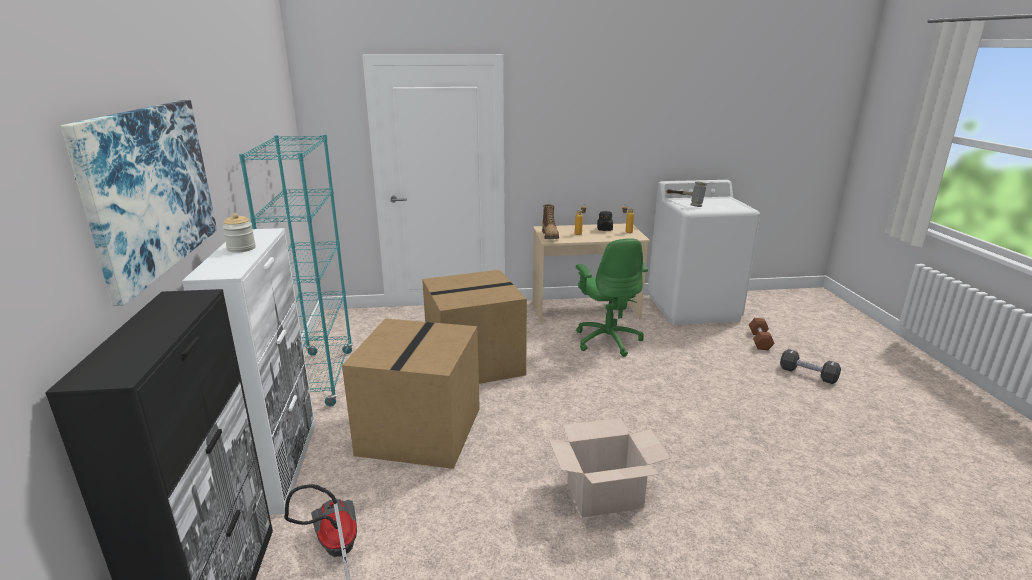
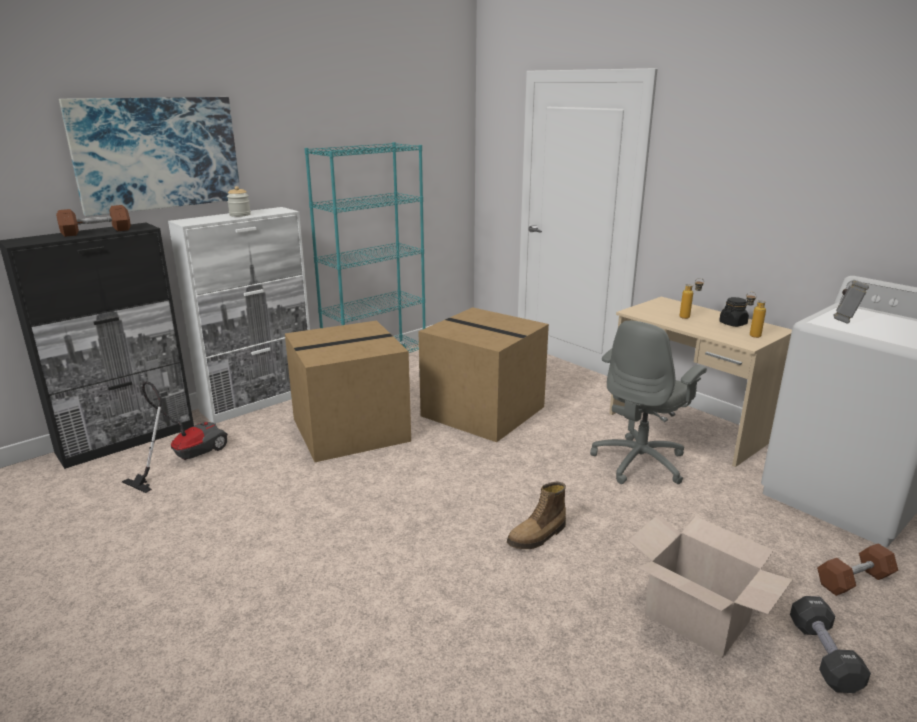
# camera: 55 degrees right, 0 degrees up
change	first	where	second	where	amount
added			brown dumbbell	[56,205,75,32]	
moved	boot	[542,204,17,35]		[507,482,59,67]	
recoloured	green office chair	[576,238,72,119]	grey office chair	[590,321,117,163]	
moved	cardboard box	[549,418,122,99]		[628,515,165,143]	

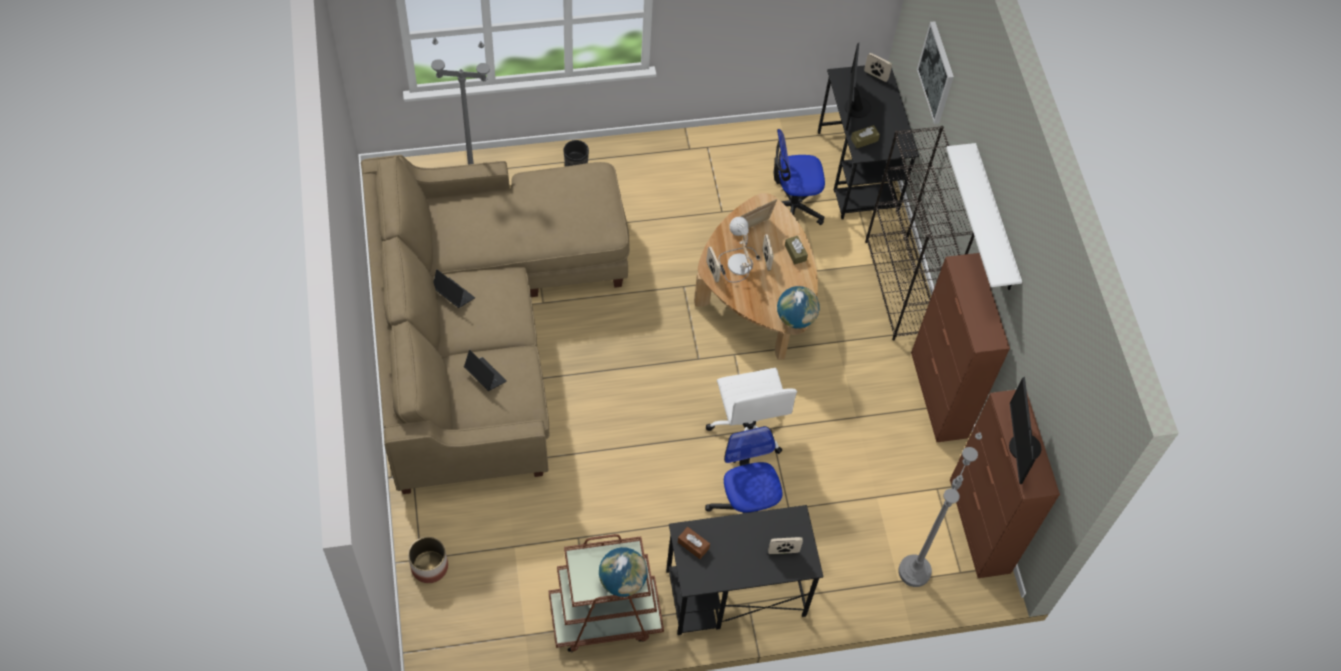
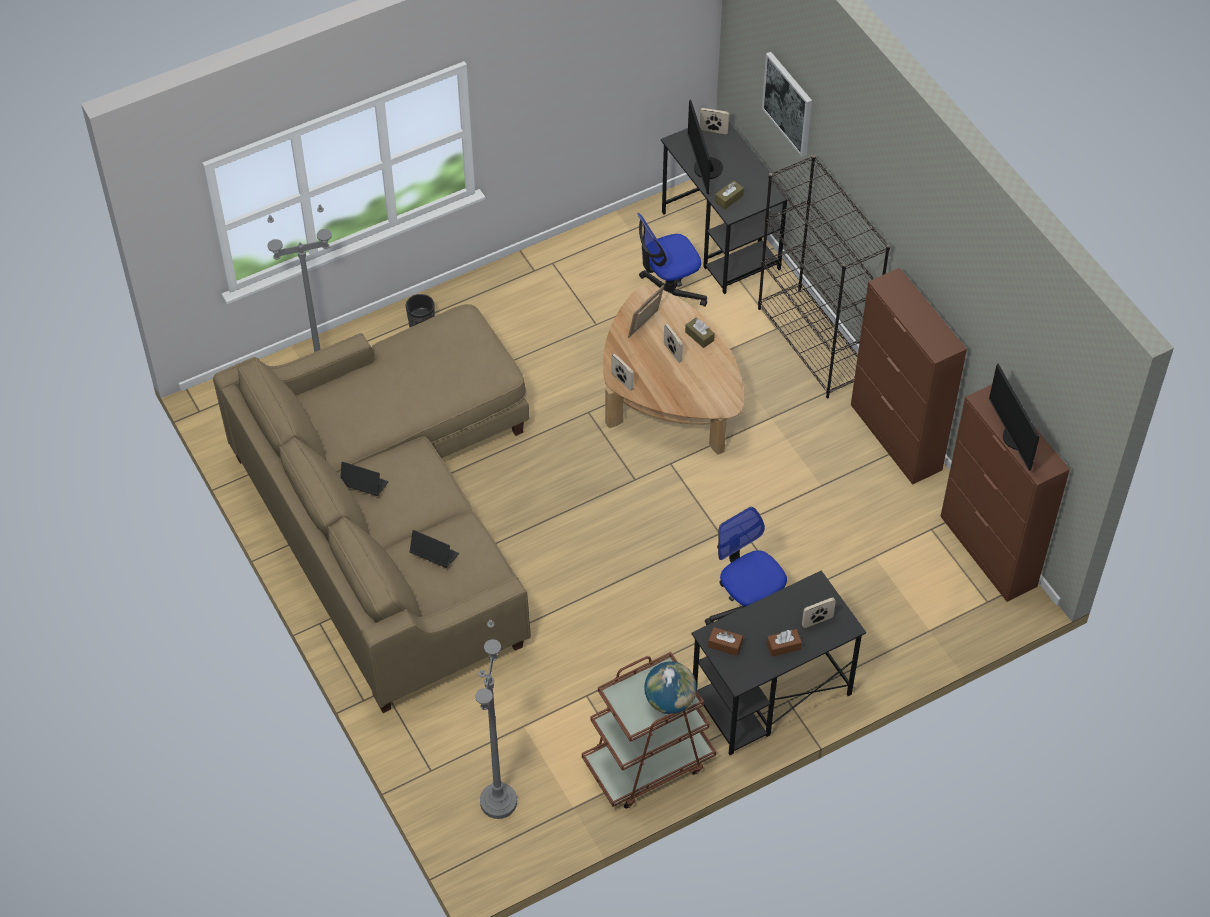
# camera: 15 degrees left, 5 degrees down
change	first	where	second	where	amount
moved	grey floor lamp	[898,432,84,155]		[475,620,42,199]	
added			brown tissue box	[766,629,36,28]	
removed	planter	[408,537,40,46]			
removed	white office chair	[706,368,91,95]			
removed	table lamp	[718,217,42,66]			
removed	globe	[777,286,43,43]			
removed	white shelf	[946,143,76,147]			

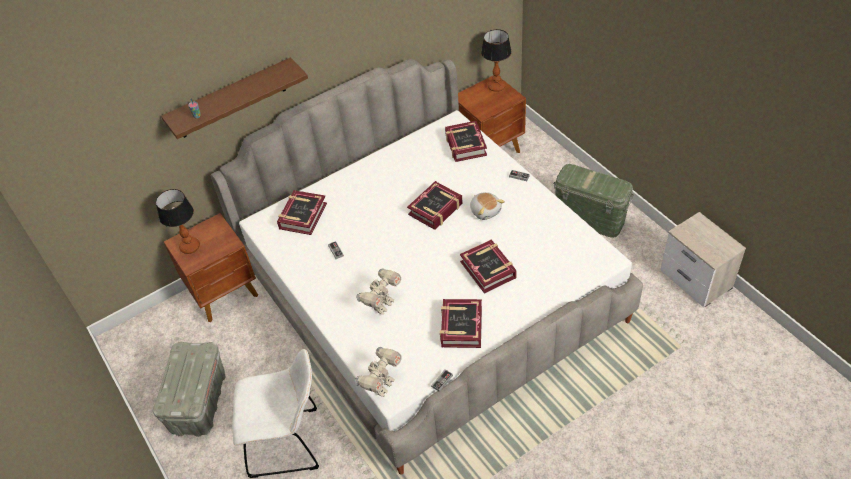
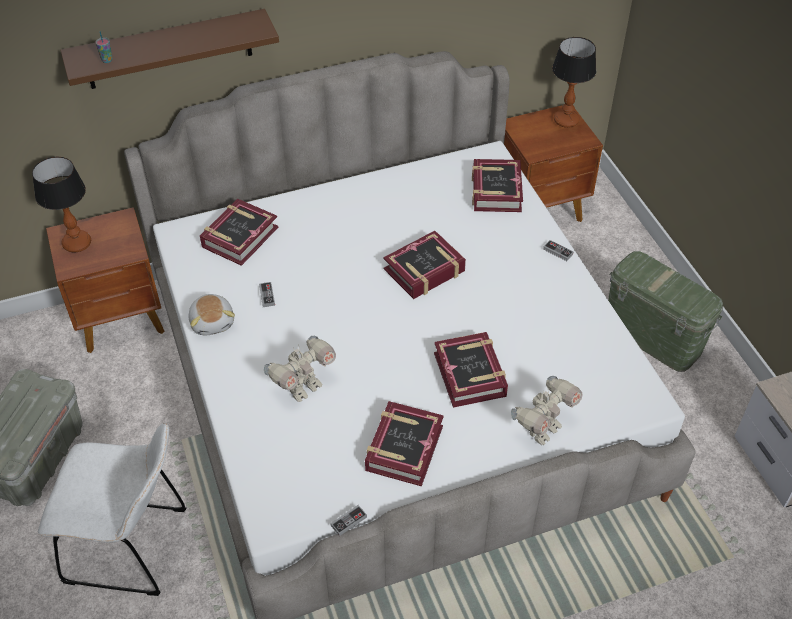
# camera: 10 degrees right, 0 degrees up
change	first	where	second	where	amount
moved	plush toy	[470,192,35,28]		[189,294,46,41]	
moved	toy robot	[354,347,48,50]		[511,376,72,69]	

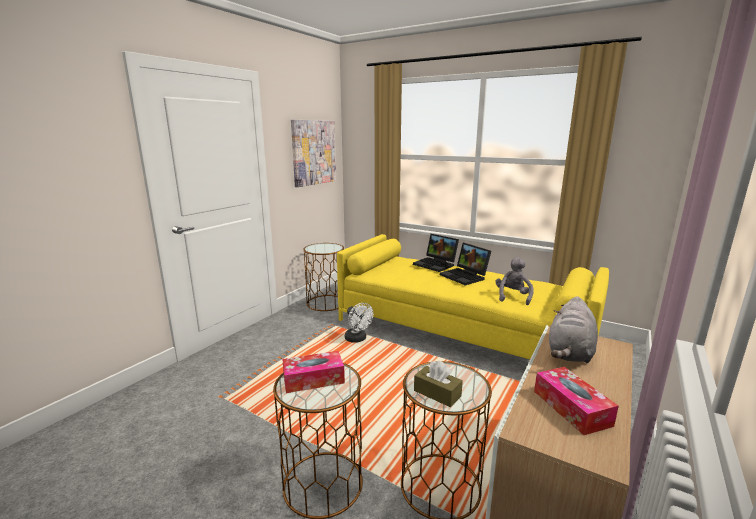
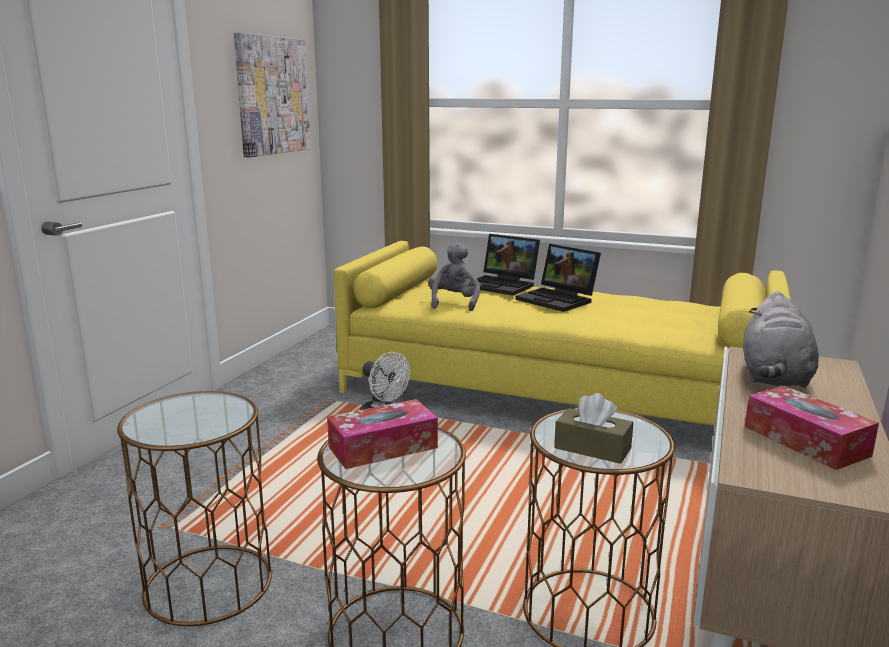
# camera: 10 degrees left, 0 degrees up
change	first	where	second	where	amount
moved	brown side table	[303,243,41,68]		[117,391,155,235]	
moved	grey plush toy	[496,257,38,48]		[428,242,52,69]	

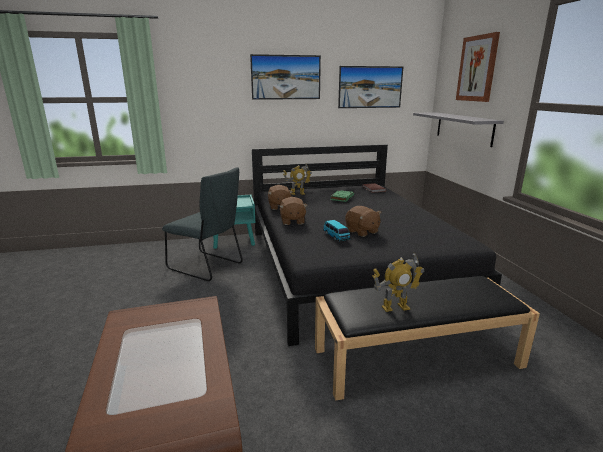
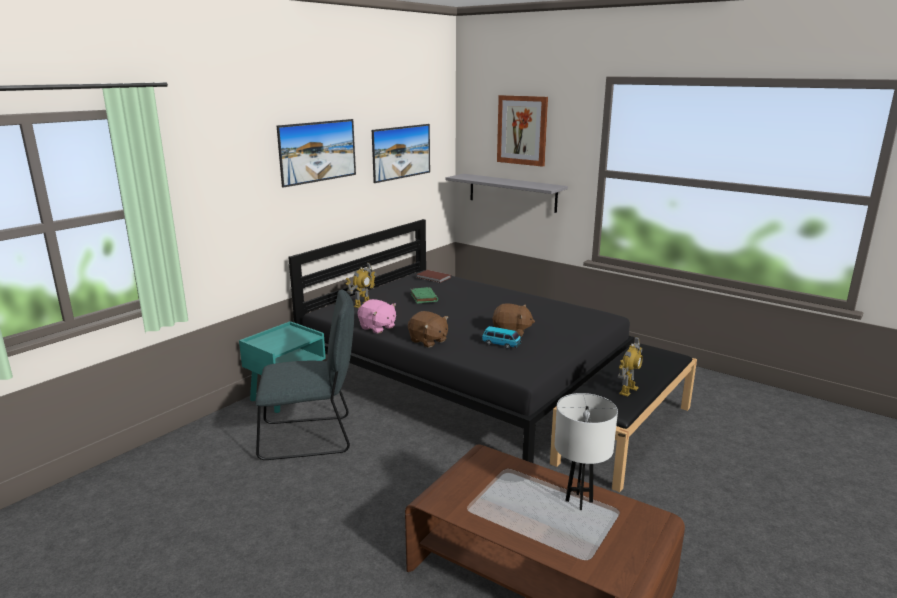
# camera: 40 degrees left, 0 degrees up
change	first	where	second	where	amount
recoloured	brown plush toy	[268,185,25,25]	pink plush toy	[358,299,38,35]	
added			white table lamp	[555,393,63,117]	

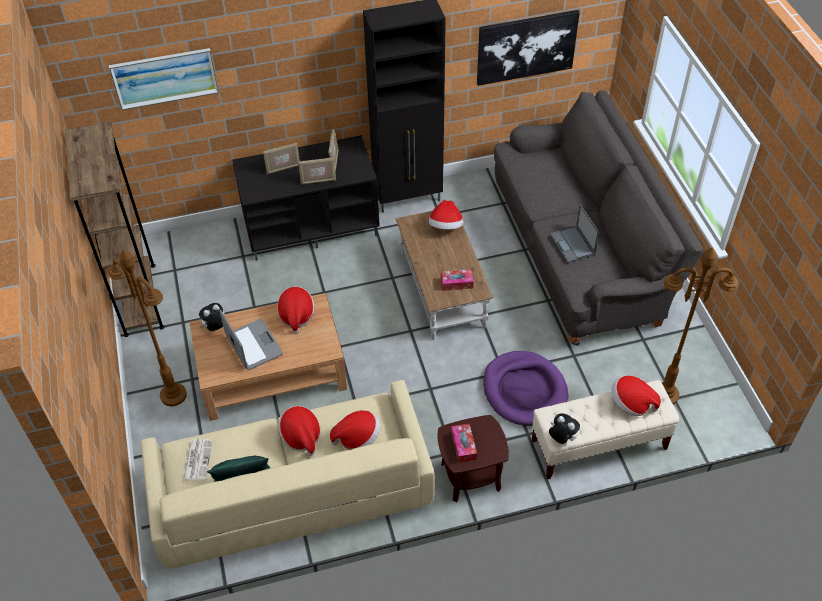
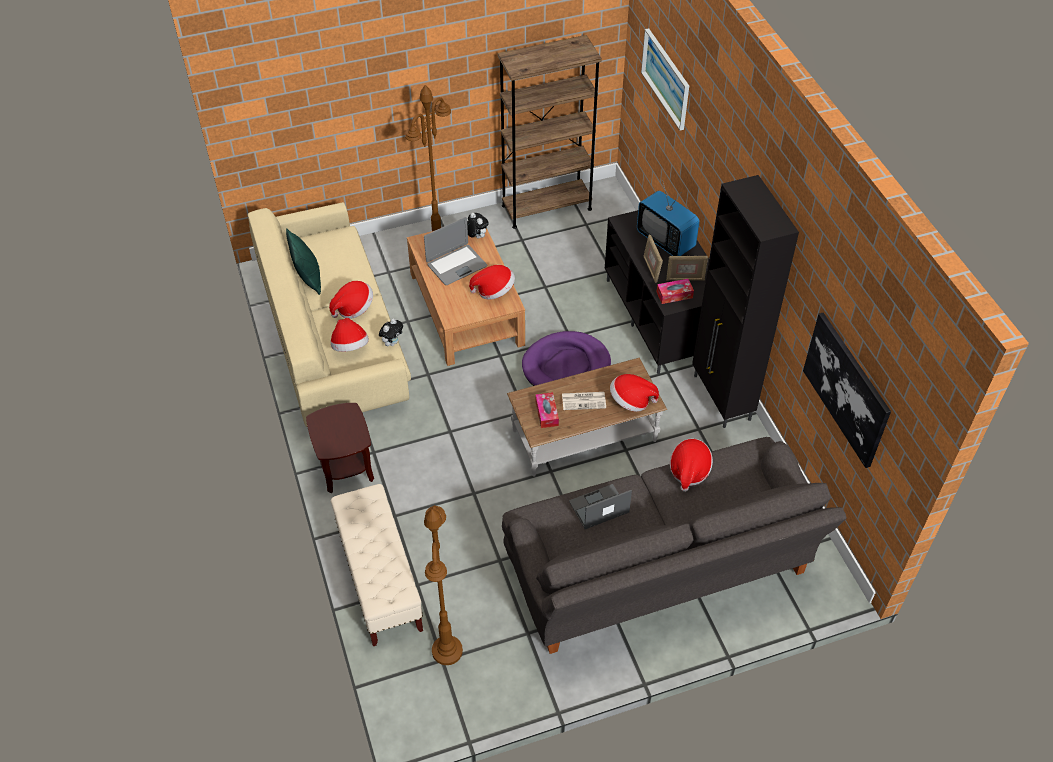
# camera: 85 degrees right, 0 degrees up
change	first	where	second	where	amount
moved	plush toy	[549,413,31,31]		[379,318,24,28]	
moved	purple dog bed	[483,351,85,75]		[522,331,89,55]	
moved	newspaper	[183,439,30,41]		[562,392,44,18]	
replaced	picture frame	[263,143,37,32]	television	[637,182,63,74]	
moved	tissue box	[451,423,26,40]		[657,279,37,25]	
moved	hat	[611,376,50,40]		[670,438,43,54]	

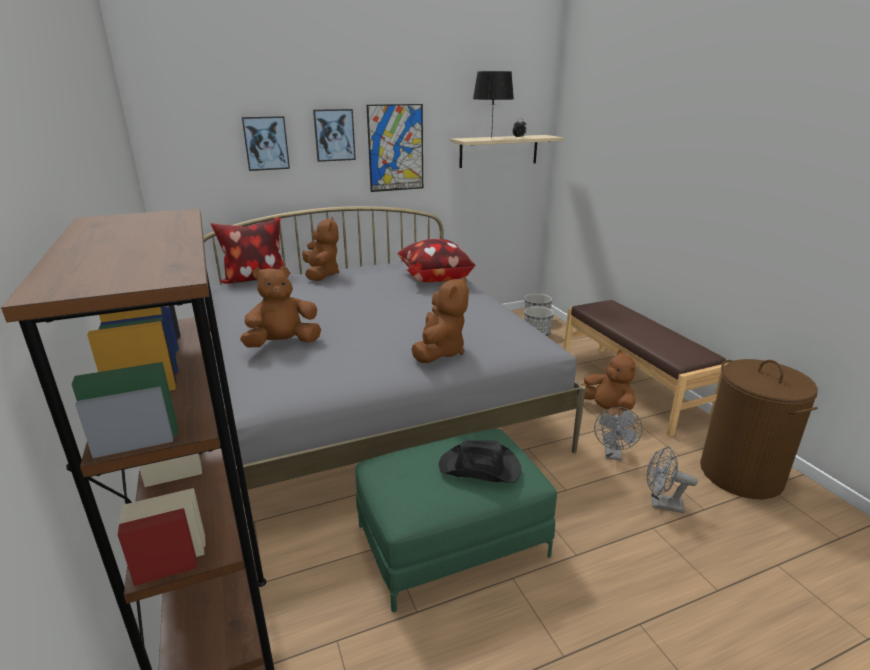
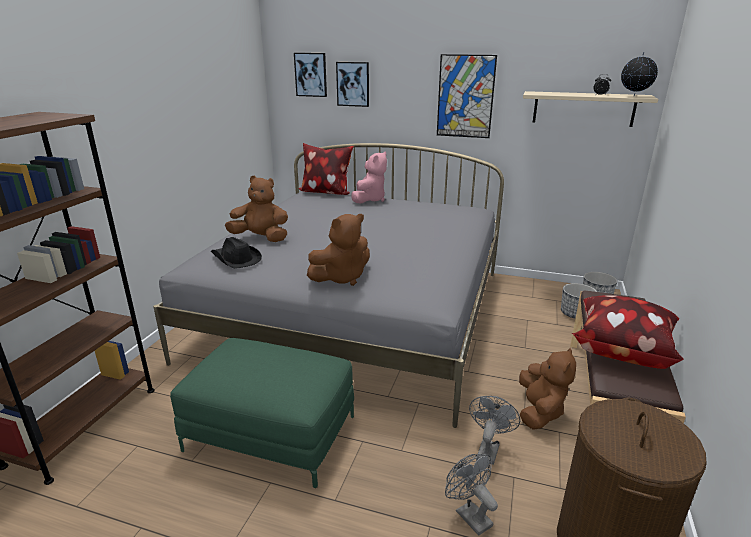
# camera: 40 degrees right, 0 degrees up
change	first	where	second	where	amount
moved	black hat	[439,440,82,43]		[211,237,51,32]	
moved	picture	[313,109,43,53]		[294,53,33,44]	
recoloured	brown plush toy	[302,217,37,64]	pink plush toy	[351,151,36,53]	
turned	grey fan	[594,407,49,53]		[469,396,51,69]	150 degrees clockwise
moved	pillow	[398,239,78,43]		[572,295,112,74]	
added			globe	[621,52,37,44]	
removed	black table lamp	[473,71,41,68]			

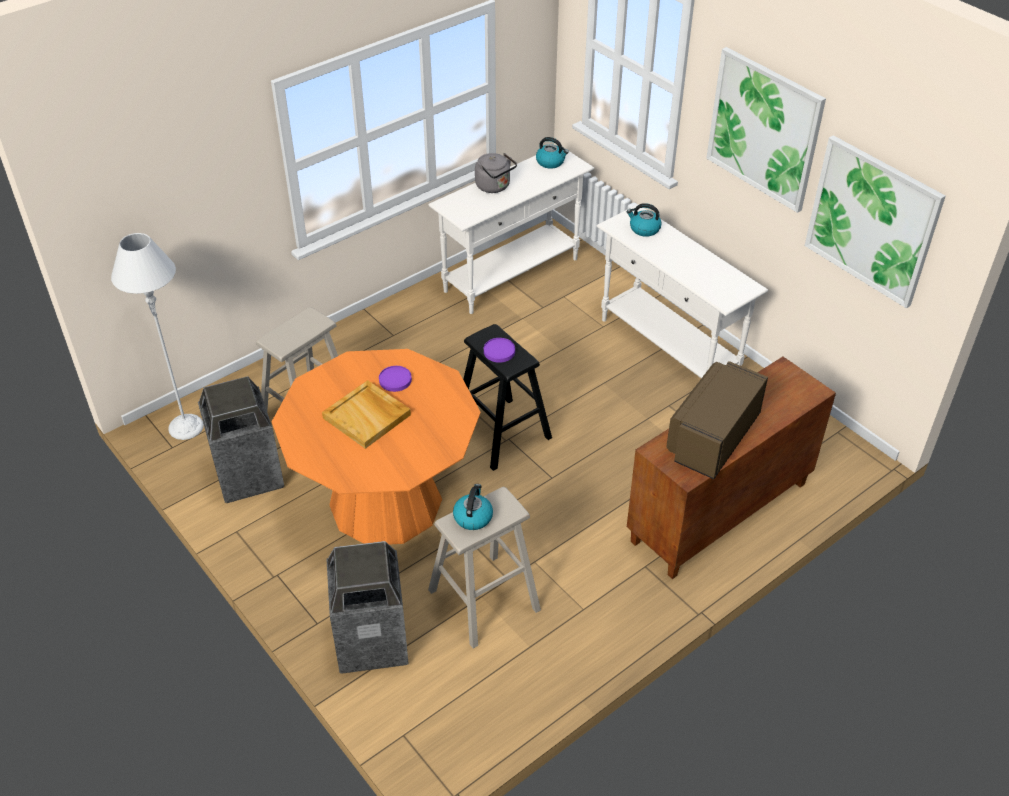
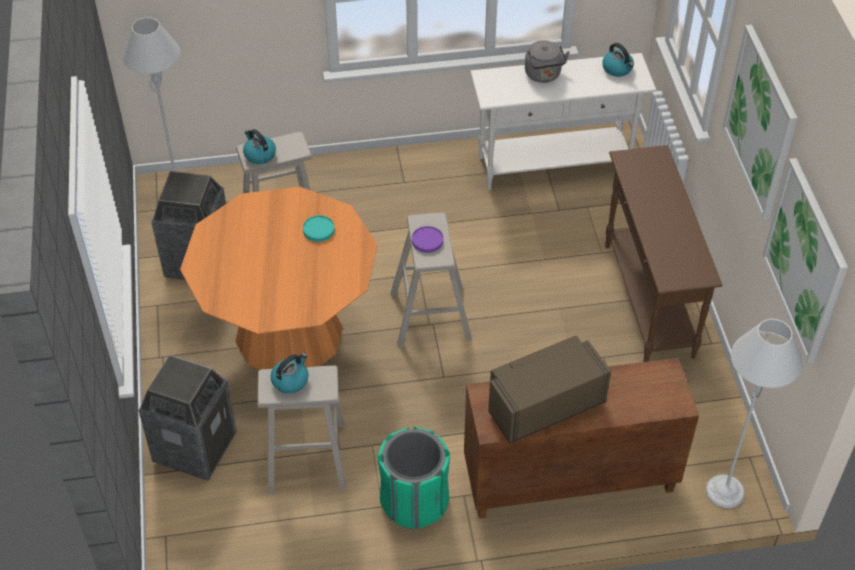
# camera: 30 degrees right, 5 degrees up
change	first	where	second	where	amount
moved	kettle	[627,203,35,34]		[243,129,33,35]	
recoloured	purple plate	[379,366,33,26]	turquoise plate	[303,215,32,27]	
added			green trash can	[378,427,72,102]	
recoloured	black stool	[463,324,89,147]	beige stool	[391,212,81,135]	
recoloured	white console table	[597,204,171,174]	brown console table	[605,145,118,217]	
added			grey floor lamp	[706,319,97,189]	
removed	beige tray	[322,380,89,69]			

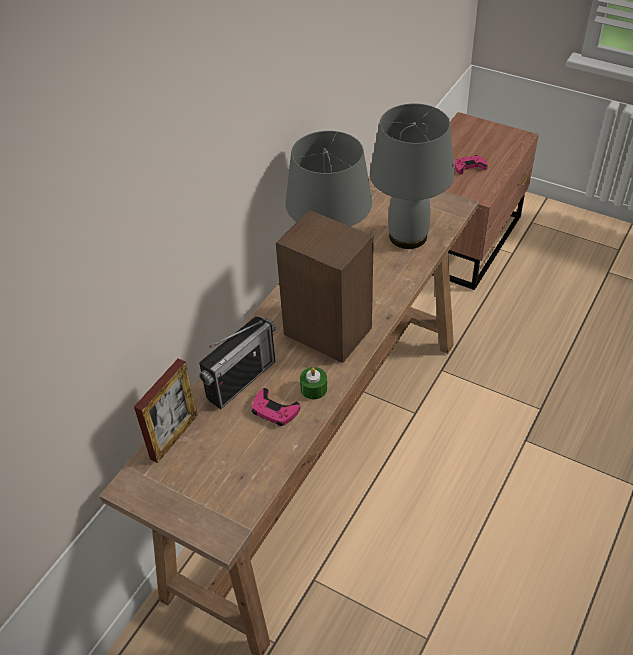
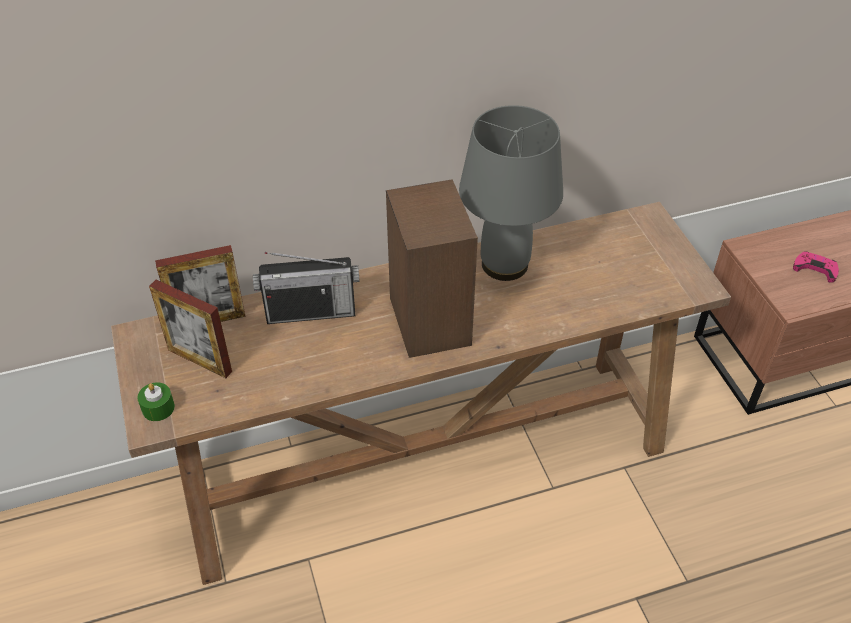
# camera: 40 degrees right, 0 degrees up
change	first	where	second	where	amount
moved	green candle	[300,367,27,32]		[137,382,38,39]	
added			picture frame	[149,280,83,98]	
removed	pink game controller	[251,388,49,38]			
removed	grey table lamp	[370,104,84,145]			

